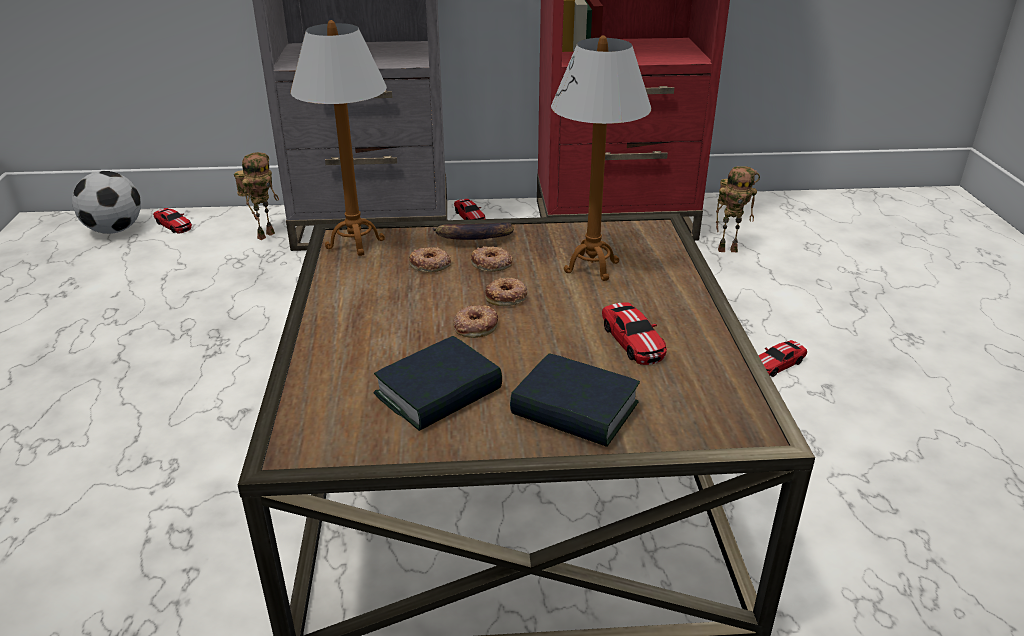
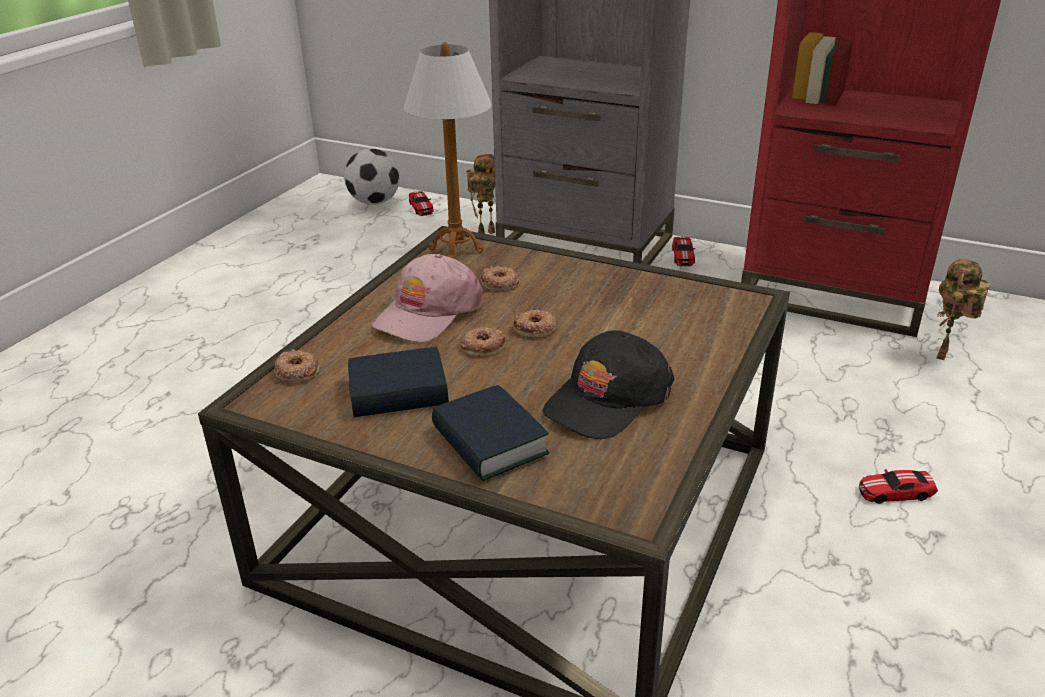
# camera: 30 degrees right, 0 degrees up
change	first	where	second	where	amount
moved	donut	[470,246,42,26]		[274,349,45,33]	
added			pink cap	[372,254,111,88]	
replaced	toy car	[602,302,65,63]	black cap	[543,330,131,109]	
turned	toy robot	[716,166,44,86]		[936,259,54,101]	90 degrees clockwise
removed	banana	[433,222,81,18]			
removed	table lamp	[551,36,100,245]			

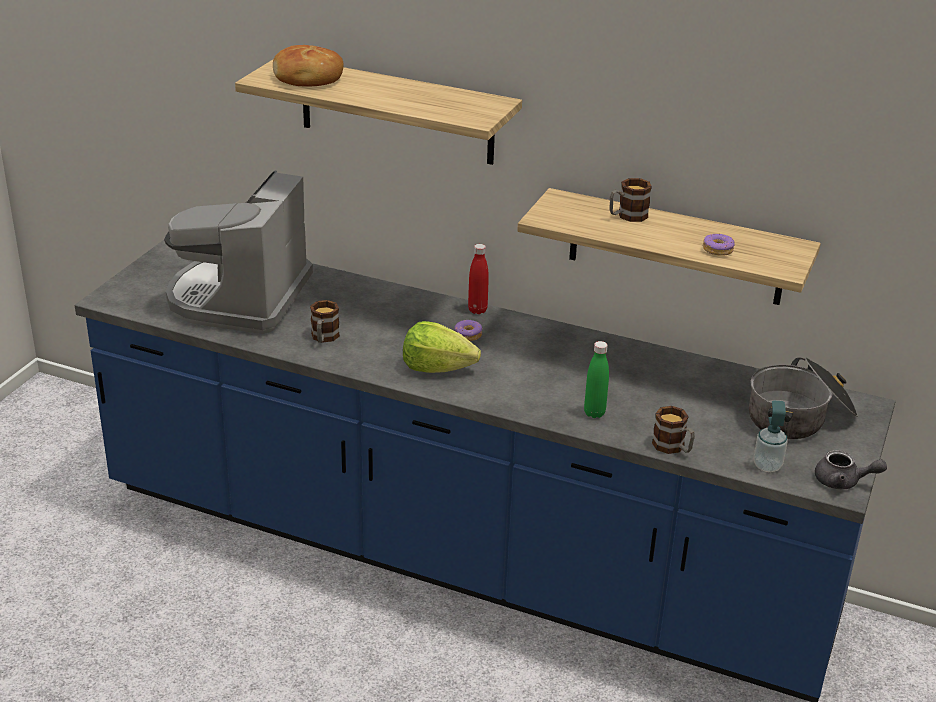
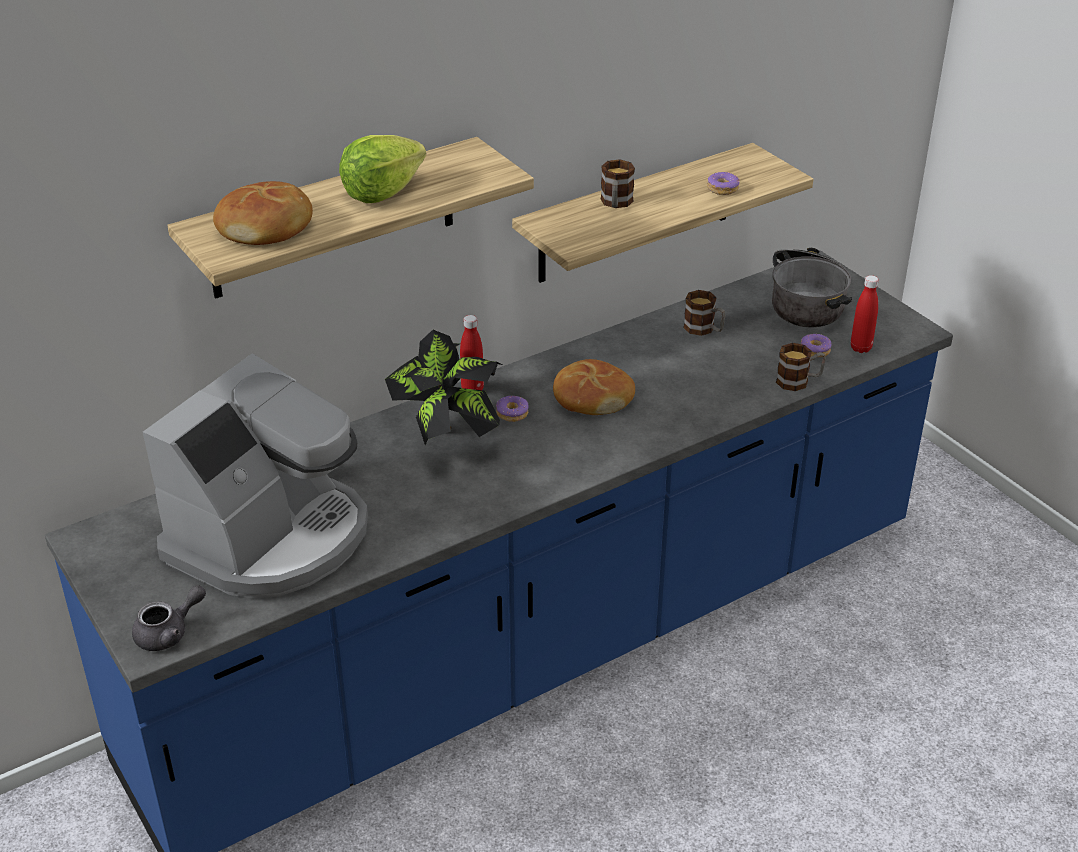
# camera: 55 degrees left, 5 degrees up
change	first	where	second	where	amount
moved	grey teapot	[815,450,72,39]		[132,585,74,66]	
turned	coffee machine	[164,171,149,163]		[143,353,225,245]	105 degrees counterclockwise
moved	lettuce	[403,321,78,52]		[339,135,87,68]	
added			potted plant	[385,330,118,115]	
added			bread	[553,359,82,56]	
moved	mug	[310,300,30,43]		[683,290,43,46]	
added			donut	[801,334,30,23]	
replaced	soap dispenser	[754,401,34,71]	red bottle	[851,275,28,78]	
removed	green bottle	[584,341,25,77]			

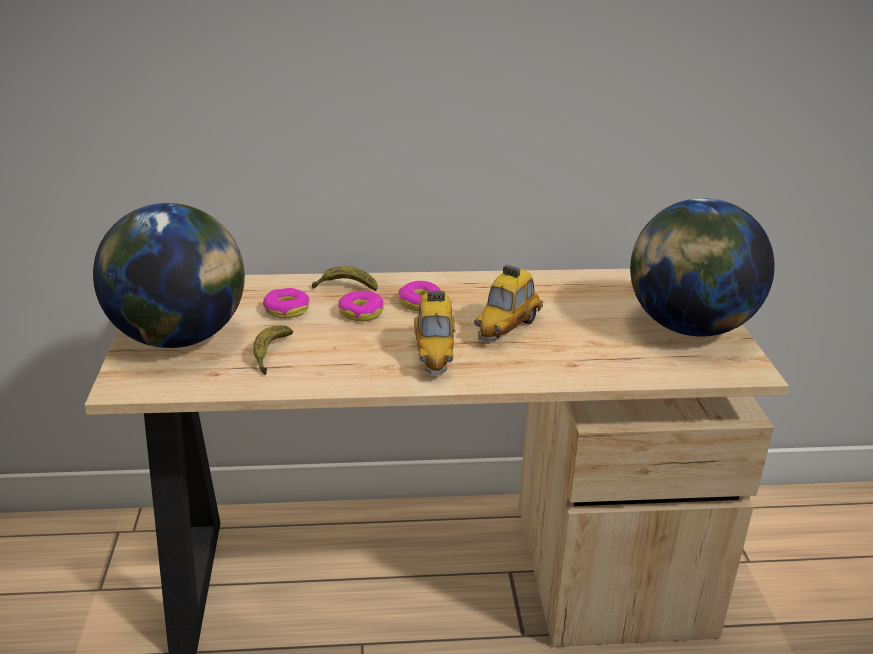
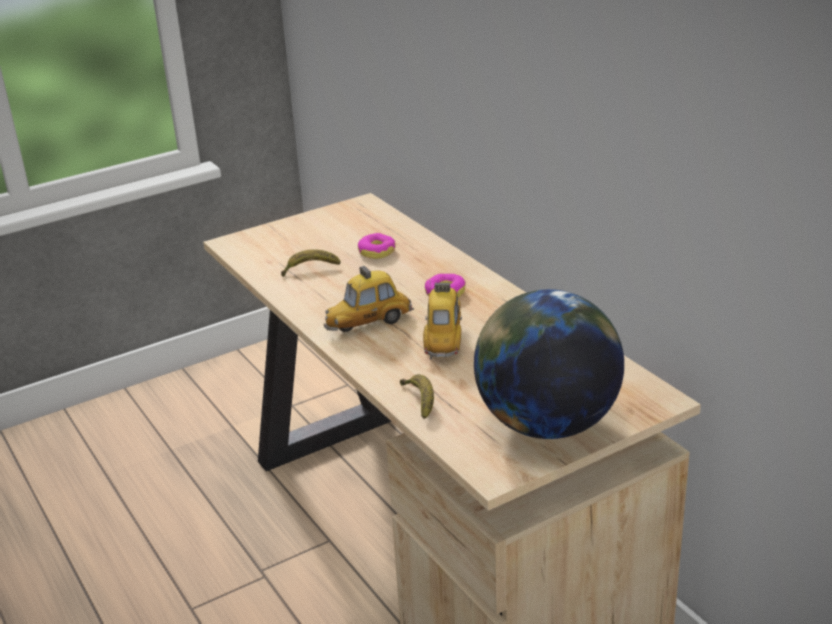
# camera: 65 degrees right, 0 degrees up
change	first	where	second	where	amount
moved	banana	[312,266,66,25]		[400,374,34,45]	
turned	toy car	[474,265,69,77]		[423,283,39,77]	90 degrees clockwise
removed	globe	[93,203,152,145]			
removed	donut	[338,291,46,30]			

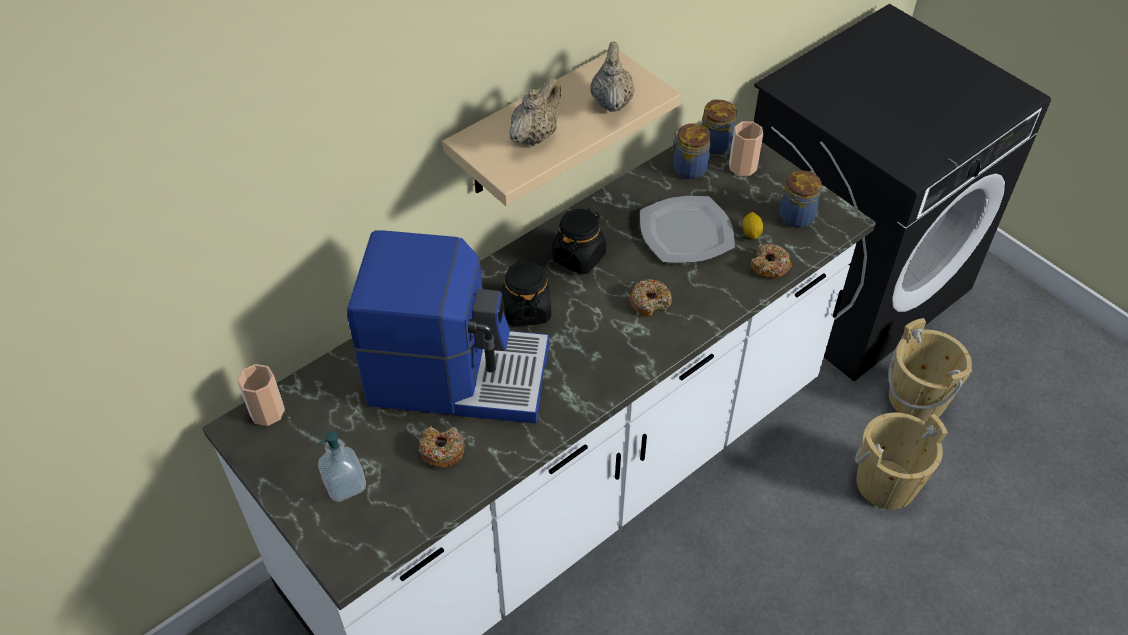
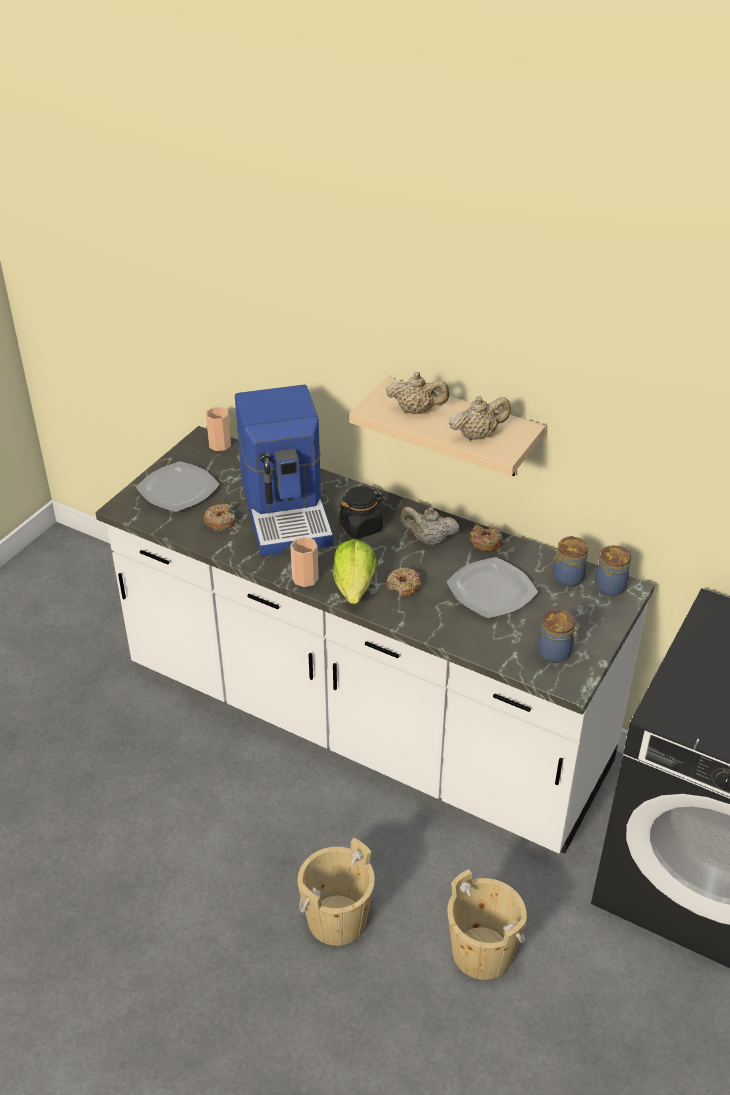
# camera: 70 degrees right, 10 degrees down
change	first	where	second	where	amount
replaced	soap dispenser	[317,431,49,71]	plate	[136,461,84,51]	
moved	cup	[729,121,34,55]		[290,537,29,50]	
moved	beige bucket	[888,318,84,104]		[298,838,77,108]	
added			lettuce	[333,539,43,65]	
replaced	black jar	[552,208,54,66]	beige teapot	[400,507,59,39]	
moved	donut	[750,244,42,34]		[470,525,32,27]	
removed	lemon	[743,212,20,28]			

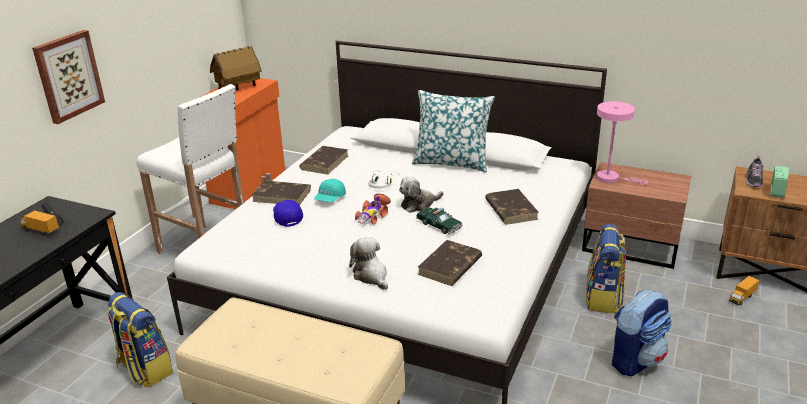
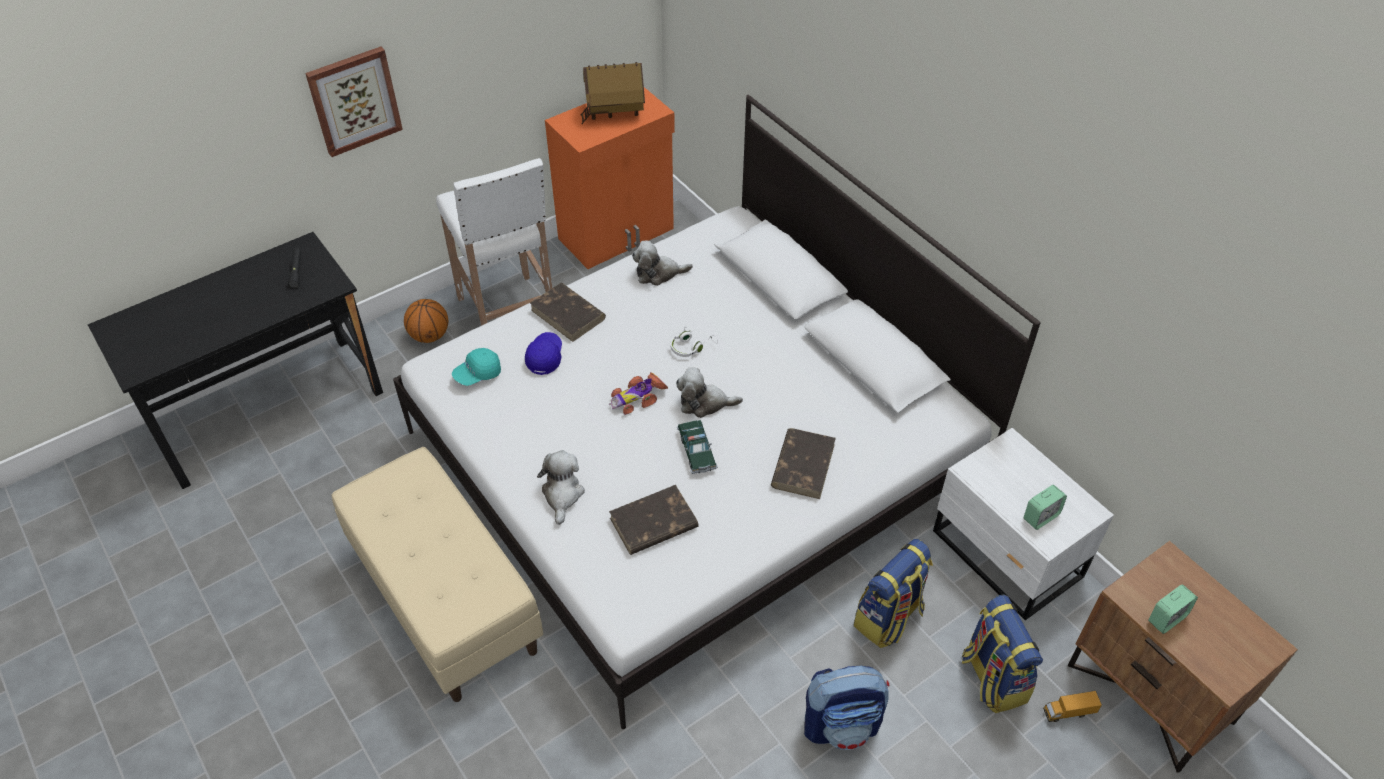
# camera: 30 degrees right, 20 degrees up
change	first	where	second	where	amount
added			basketball	[404,299,44,44]	
moved	turquoise cap	[314,179,32,23]		[452,348,49,38]	
replaced	brown book	[299,146,49,29]	plush toy	[632,241,61,45]	
recoloured	brown nightstand	[582,162,109,107]	white nightstand	[933,428,181,192]	
moved	backpack	[107,292,66,96]		[962,594,81,119]	
added			alarm clock	[1024,485,43,45]	
removed	toy truck	[20,210,39,25]			
removed	pillow	[412,90,83,82]			
removed	pink table lamp	[597,101,51,84]			
removed	shoe	[746,156,17,31]			

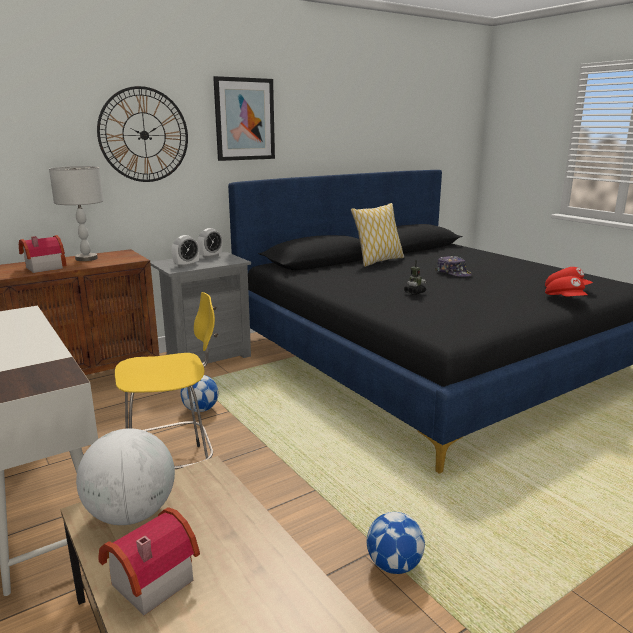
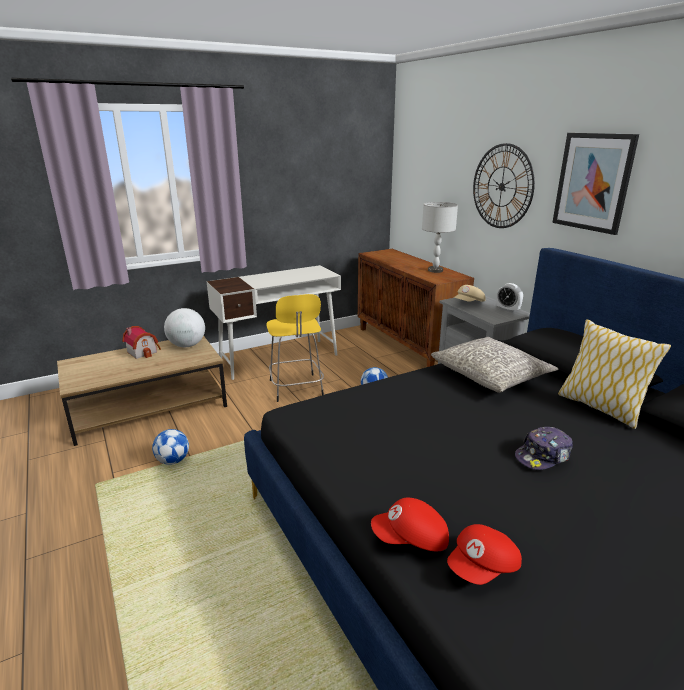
# camera: 95 degrees right, 5 degrees up
change	first	where	second	where	amount
added			grey pillow	[431,337,128,56]	
replaced	alarm clock	[172,235,27,32]	beige cap	[454,285,31,17]	
removed	toy house	[19,235,48,38]			
removed	toy robot	[404,260,23,34]			

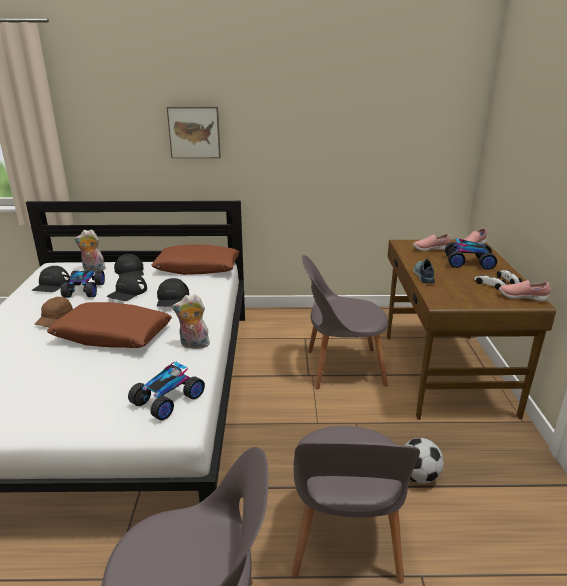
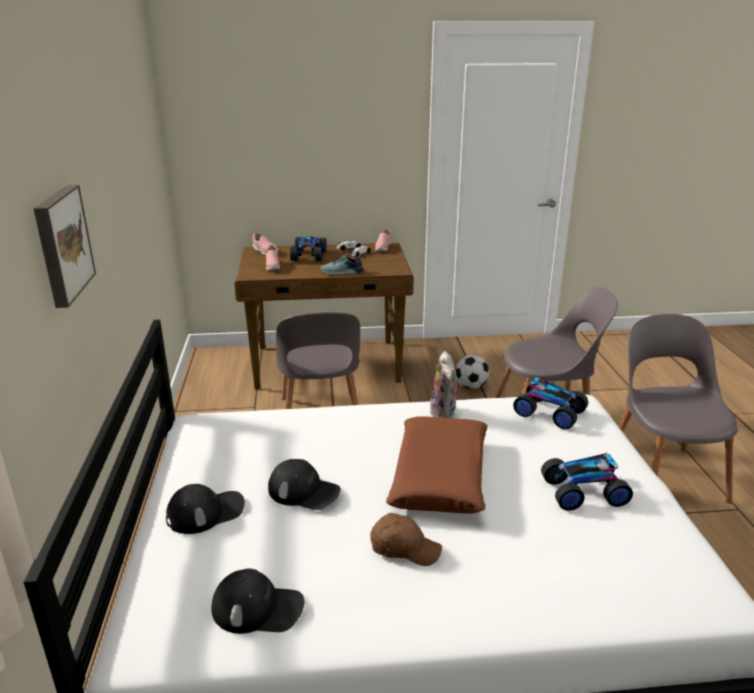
# camera: 95 degrees left, 0 degrees up
change	first	where	second	where	amount
moved	toy car	[60,271,45,27]		[541,453,92,58]	
removed	plush toy	[74,229,32,43]			
removed	brown pillow	[151,244,89,31]			
removed	black cap	[157,278,32,29]			

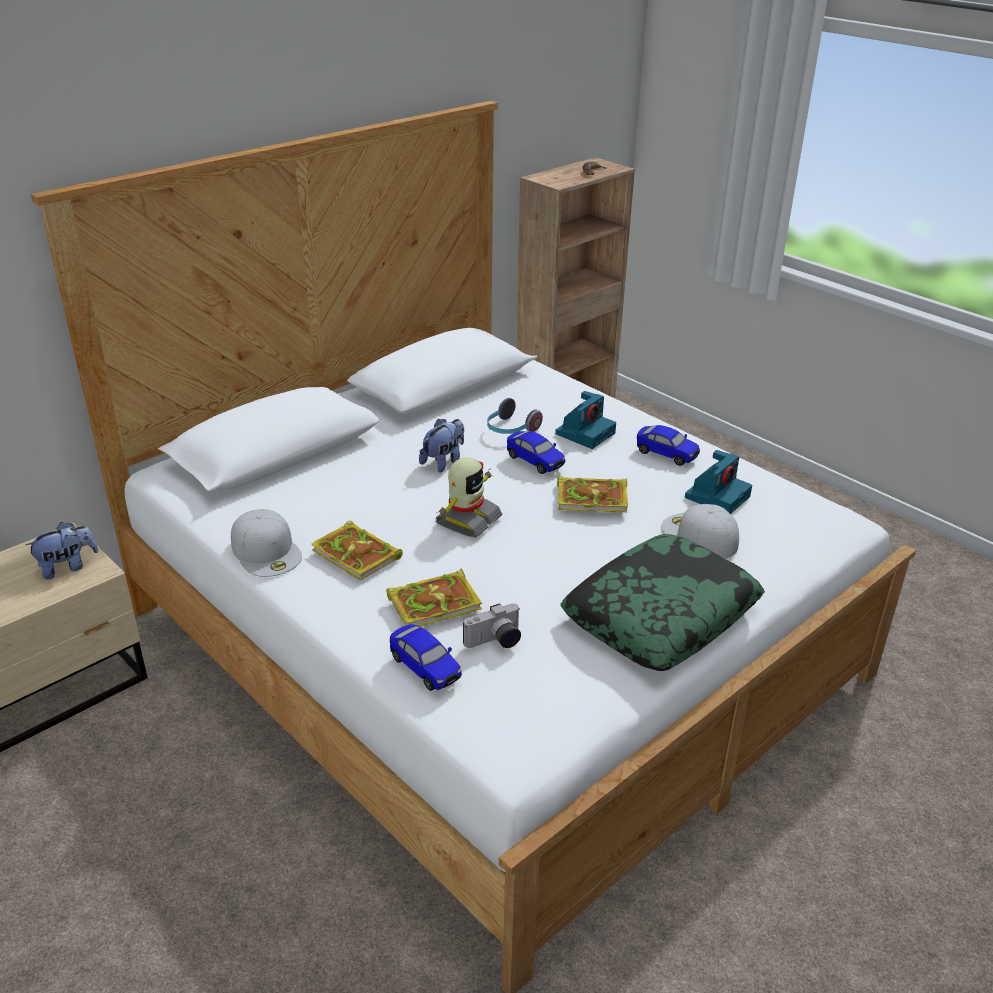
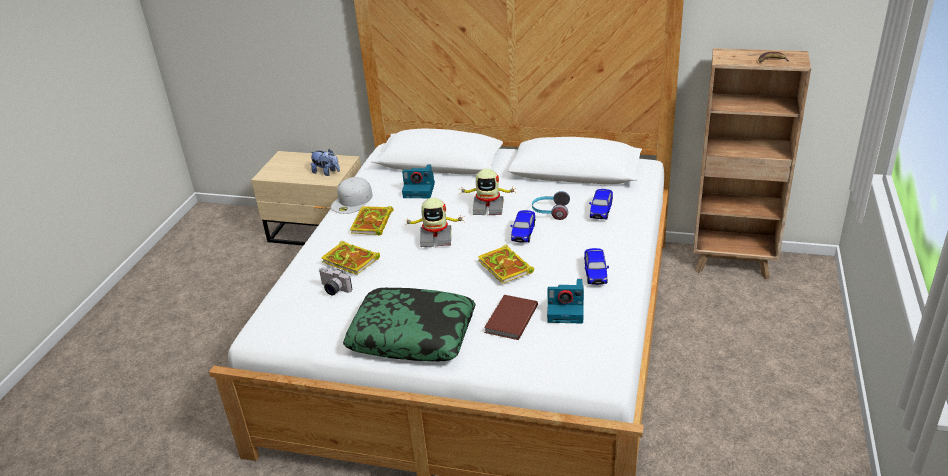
# camera: 60 degrees right, 0 degrees up
change	first	where	second	where	amount
moved	photo camera	[555,391,61,58]		[402,164,33,34]	
replaced	plush toy	[419,419,45,54]	toy robot	[460,169,56,46]	
replaced	white cap	[661,504,78,55]	brown book	[484,295,54,45]	
moved	toy car	[390,624,72,67]		[589,189,24,30]	

